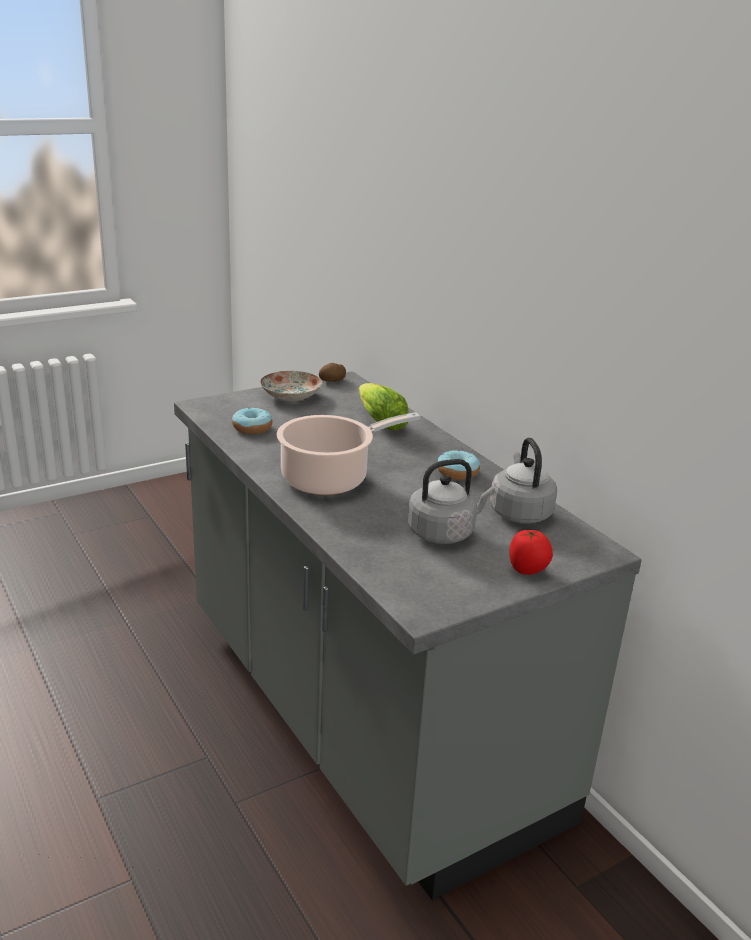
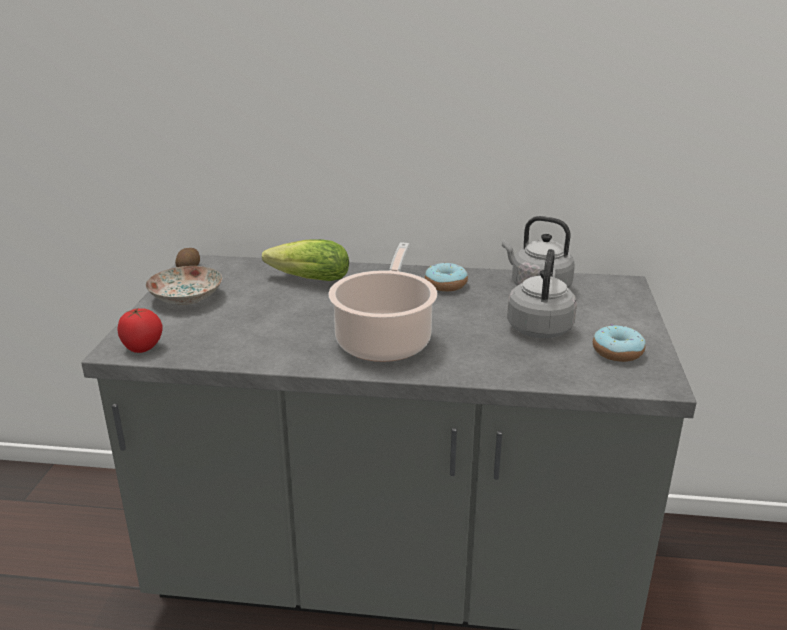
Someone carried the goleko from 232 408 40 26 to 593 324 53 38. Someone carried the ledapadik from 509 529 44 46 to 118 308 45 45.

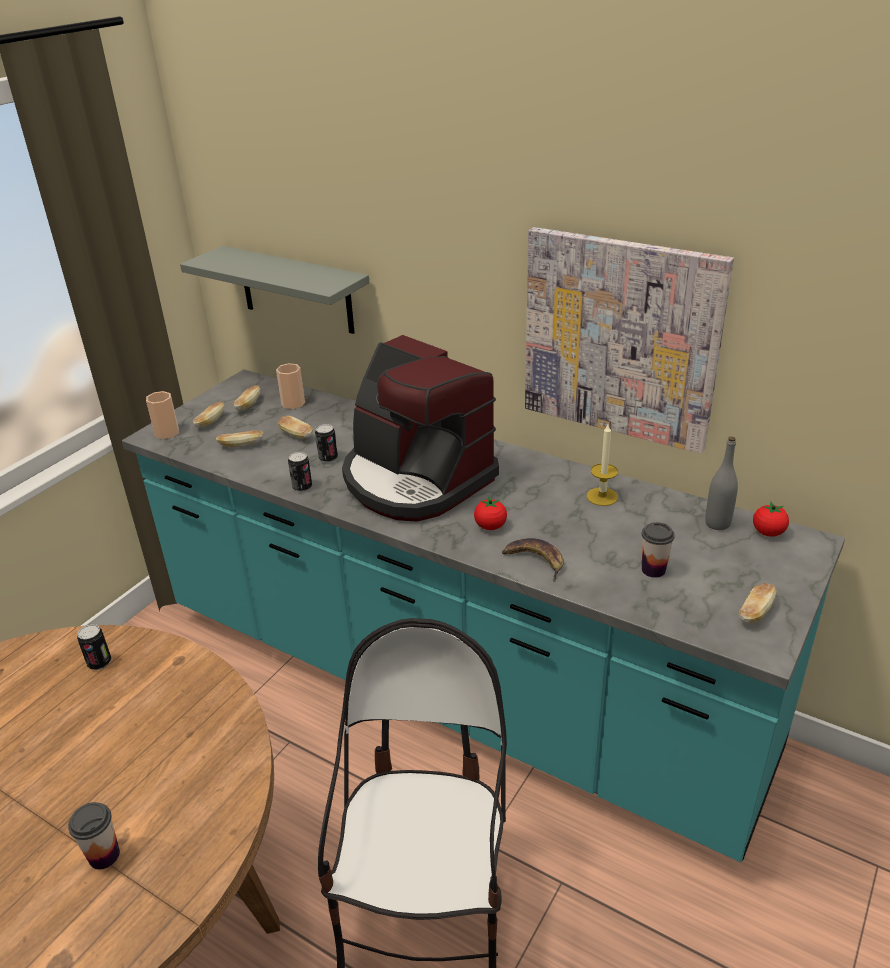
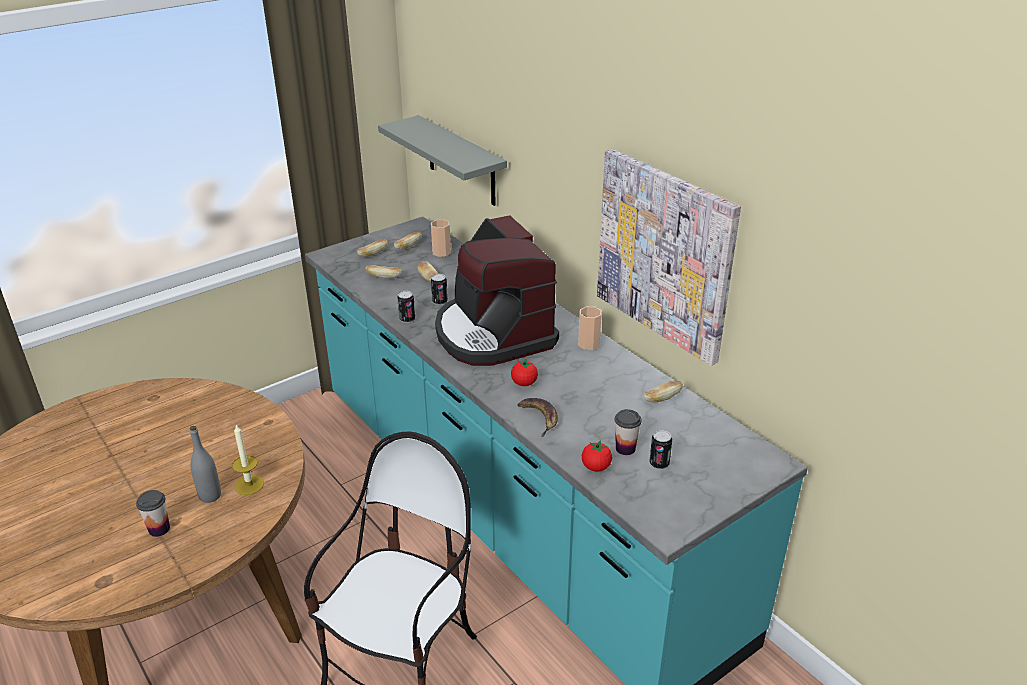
Someone carried the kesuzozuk from 77 624 34 46 to 649 430 23 39. Someone carried the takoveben from 146 391 33 48 to 578 306 24 44. Someone carried the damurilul from 587 424 31 82 to 232 425 32 70. Someone carried the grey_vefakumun from 705 436 33 94 to 190 426 31 77. Someone carried the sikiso from 739 583 37 40 to 643 381 40 22. Someone carried the ledapadik from 753 502 36 35 to 582 440 30 32.

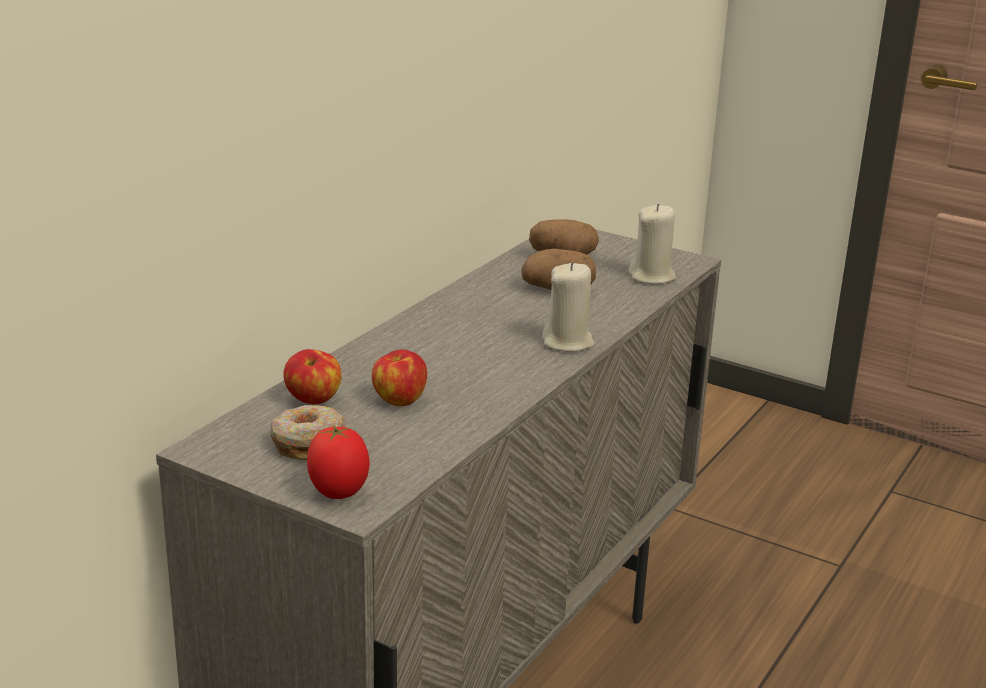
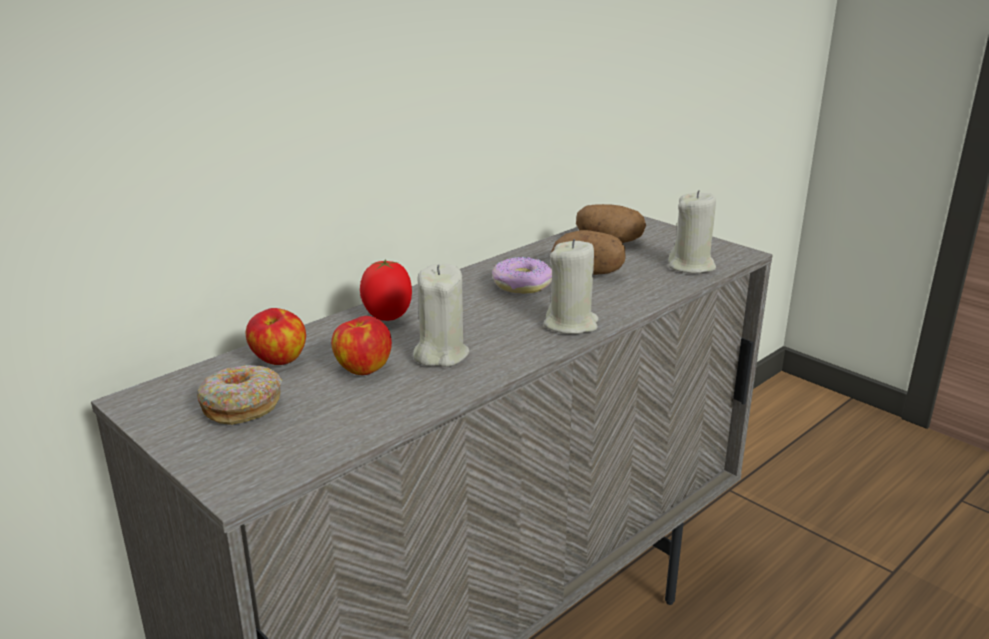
Someone carried the ledapadik from 307 425 63 74 to 360 259 52 62. Someone put down the beige_damurilul at 413 264 56 103. Someone put down the goleko at 492 257 60 37.

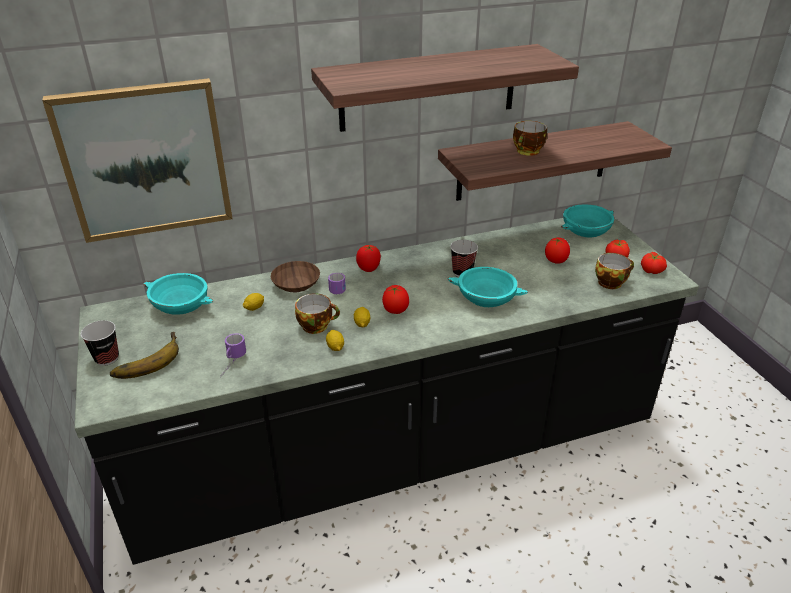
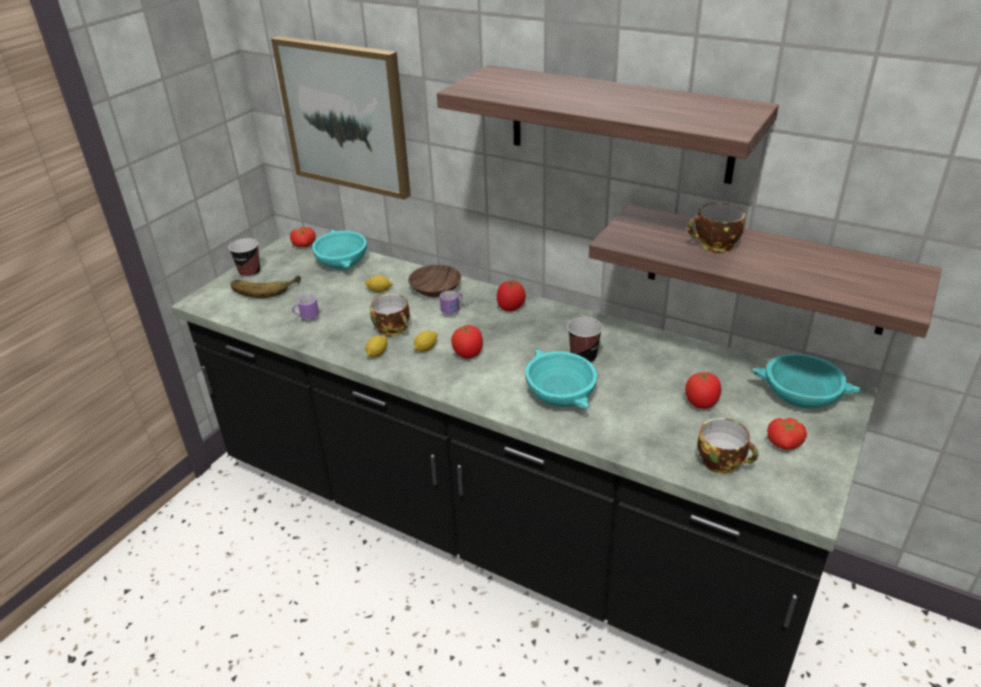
Someone carried the ledapadik from 641 252 26 22 to 290 227 26 20.

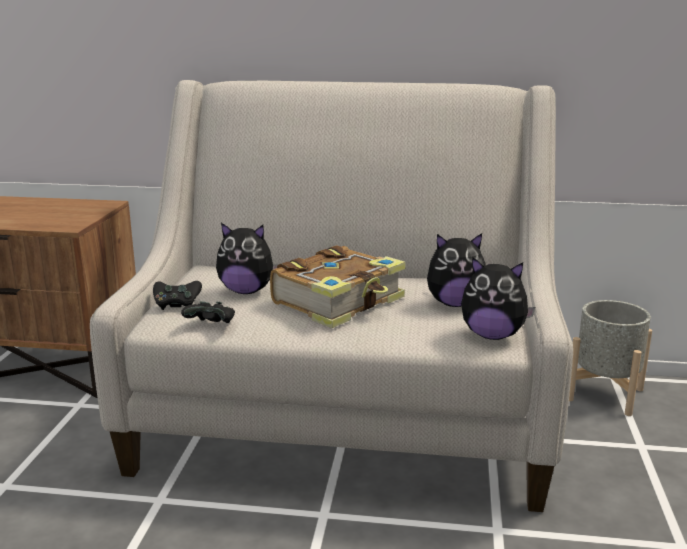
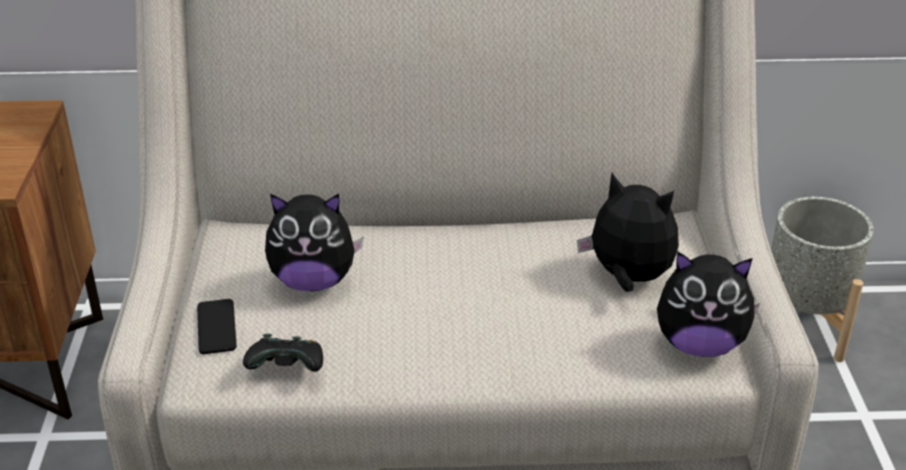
Someone swapped the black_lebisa at 153 281 49 29 for the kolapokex at 197 299 40 55. Someone took away the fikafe at 270 245 136 83. Someone rotated the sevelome at 427 233 59 74 by 135 degrees counterclockwise.

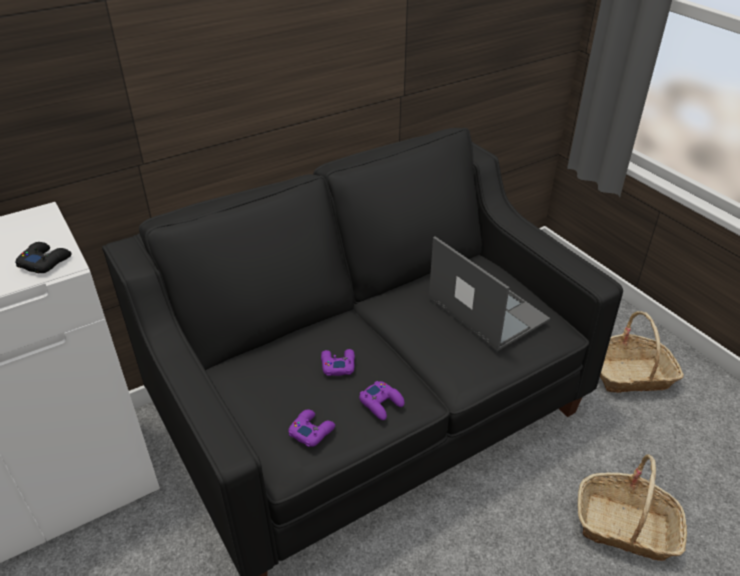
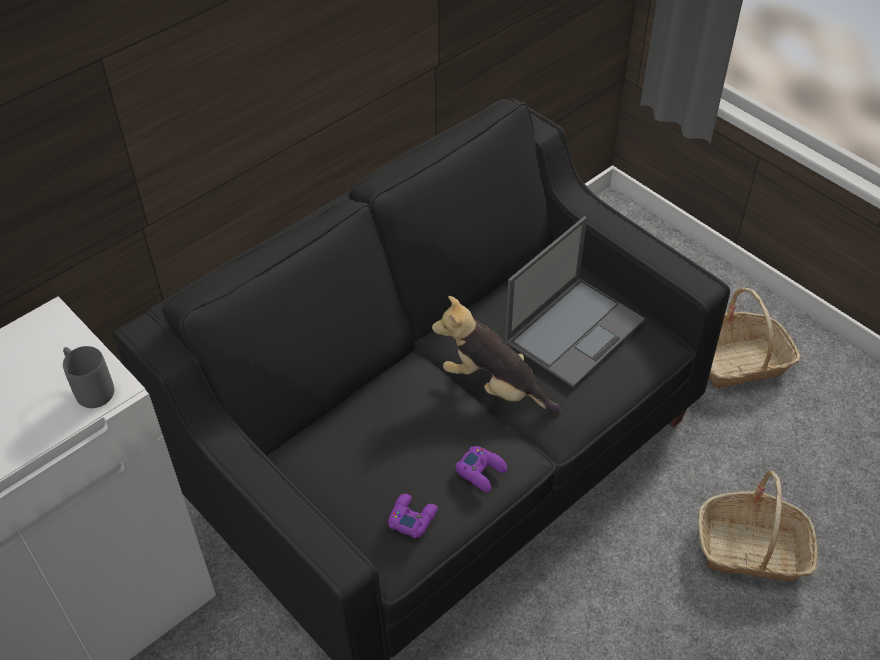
Someone swapped the black_lebisa at 15 242 57 32 for the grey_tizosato at 63 346 51 62. Someone took away the purple_lebisa at 321 349 34 27. Someone rotated the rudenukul at 429 236 121 115 by 90 degrees clockwise. Someone put down the sevelome at 432 296 130 117.

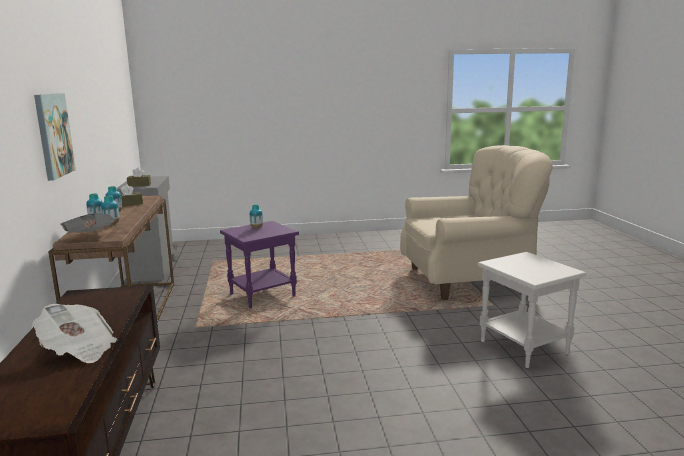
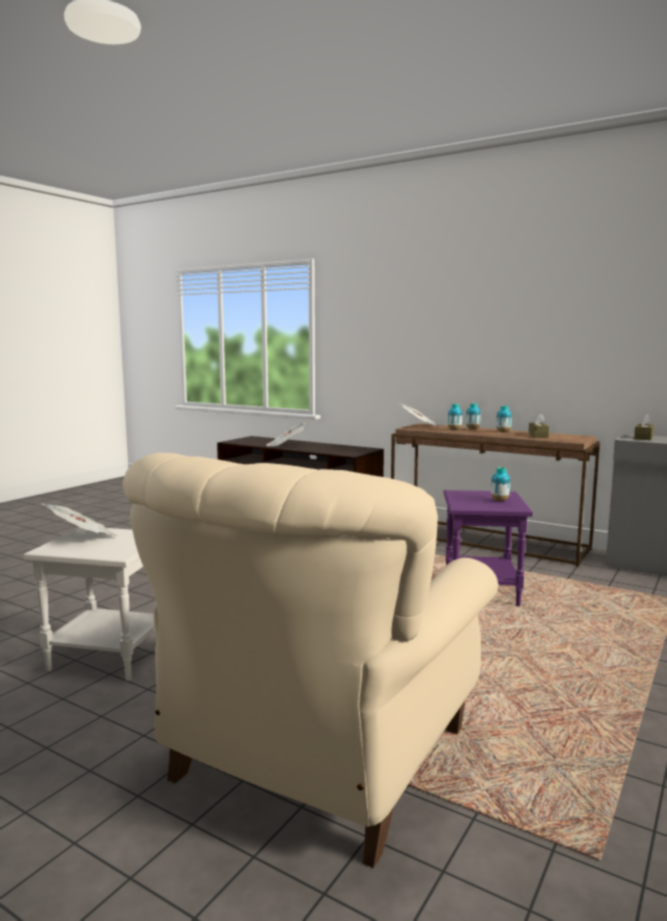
Someone took away the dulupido at 34 93 42 88. Someone put down the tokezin at 42 504 76 32.

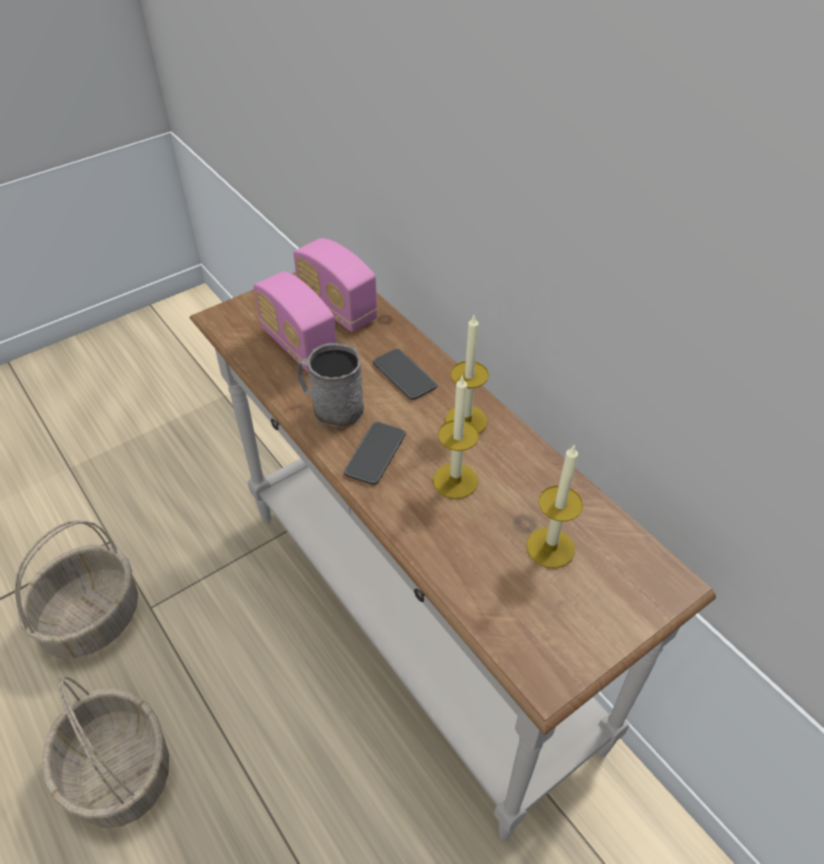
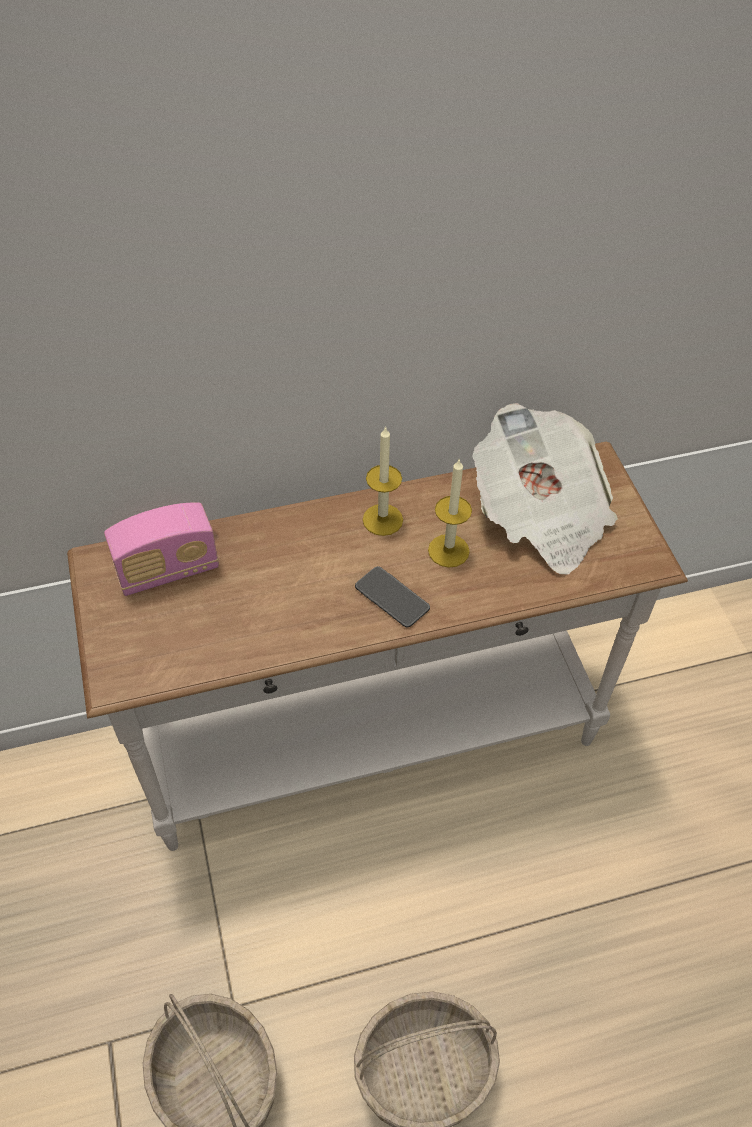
Someone took away the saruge at 253 271 83 102. Someone took away the grey_tizosato at 297 343 67 85. Someone took away the kolapokex at 373 348 64 52. Someone swapped the damurilul at 526 444 57 124 for the tokezin at 473 403 145 172.

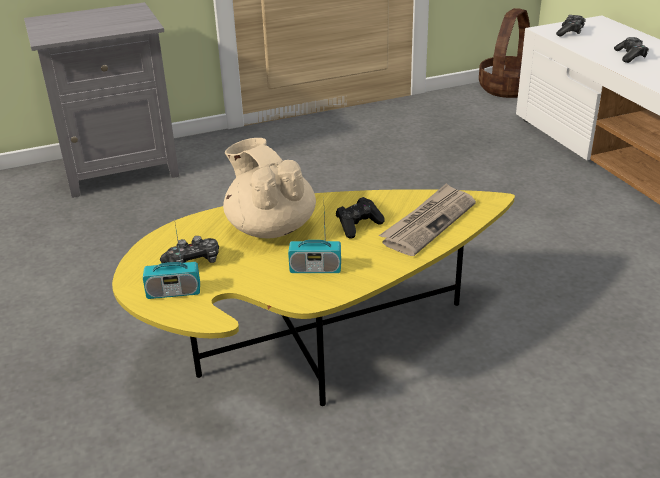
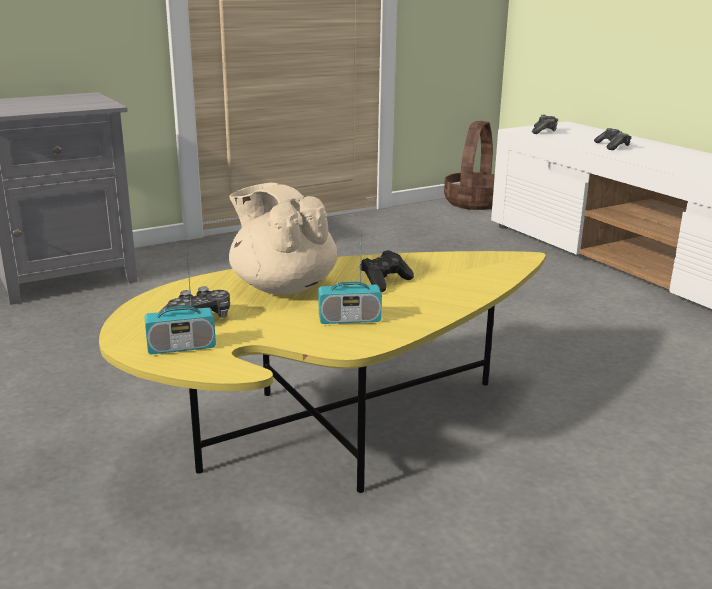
Someone took away the tokezin at 379 183 97 73.

